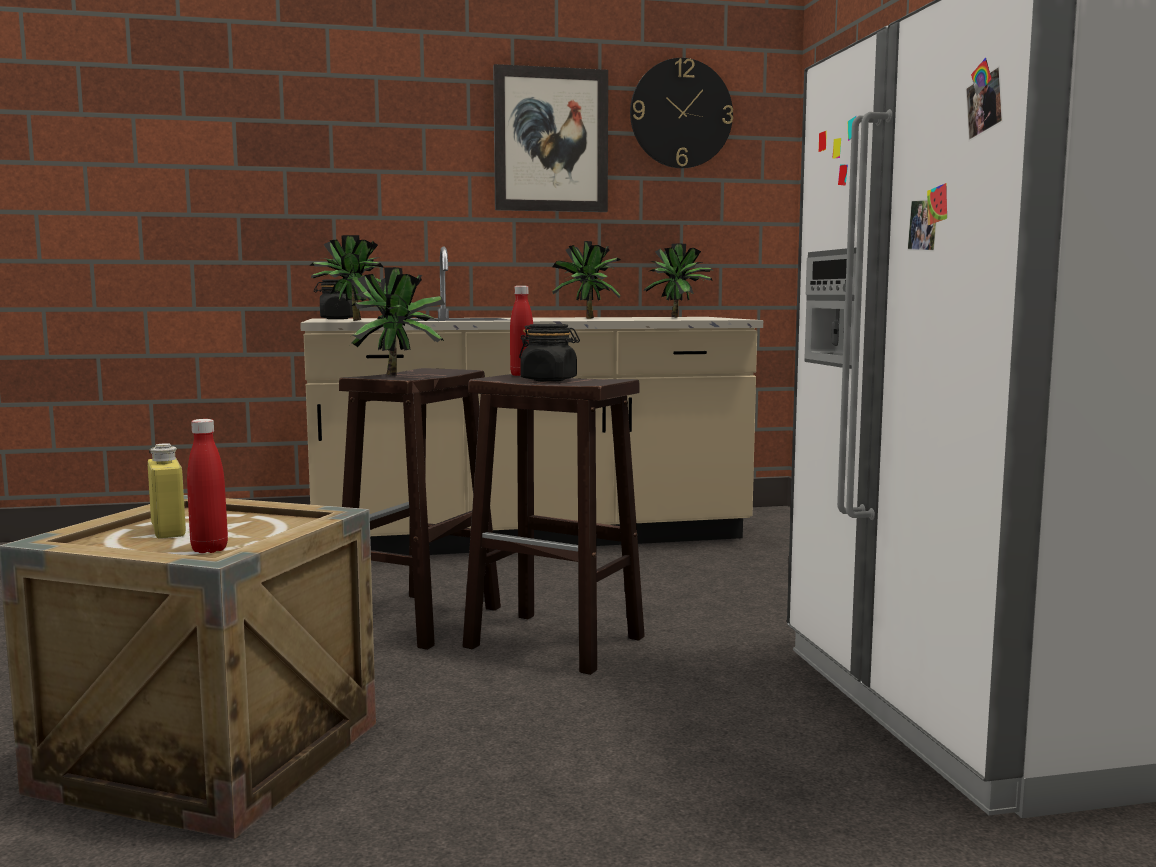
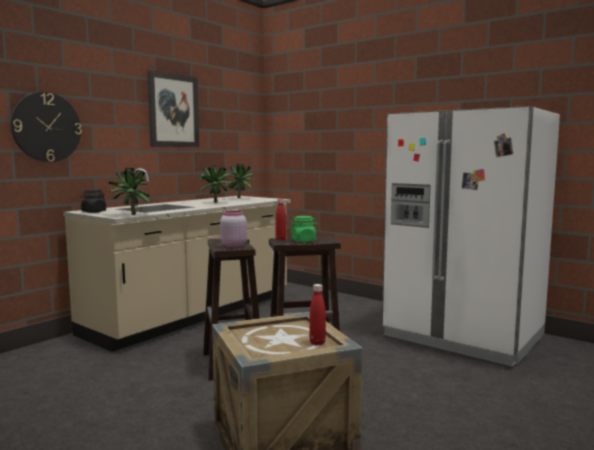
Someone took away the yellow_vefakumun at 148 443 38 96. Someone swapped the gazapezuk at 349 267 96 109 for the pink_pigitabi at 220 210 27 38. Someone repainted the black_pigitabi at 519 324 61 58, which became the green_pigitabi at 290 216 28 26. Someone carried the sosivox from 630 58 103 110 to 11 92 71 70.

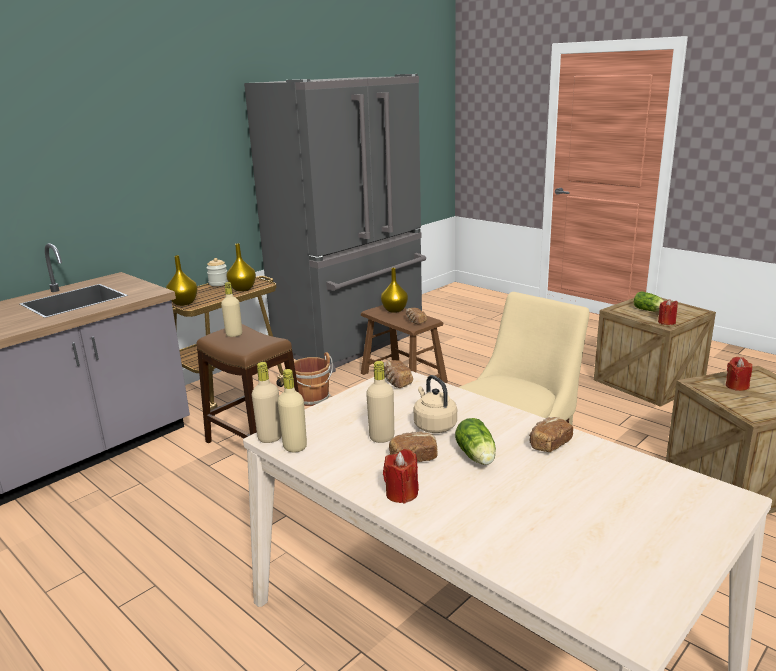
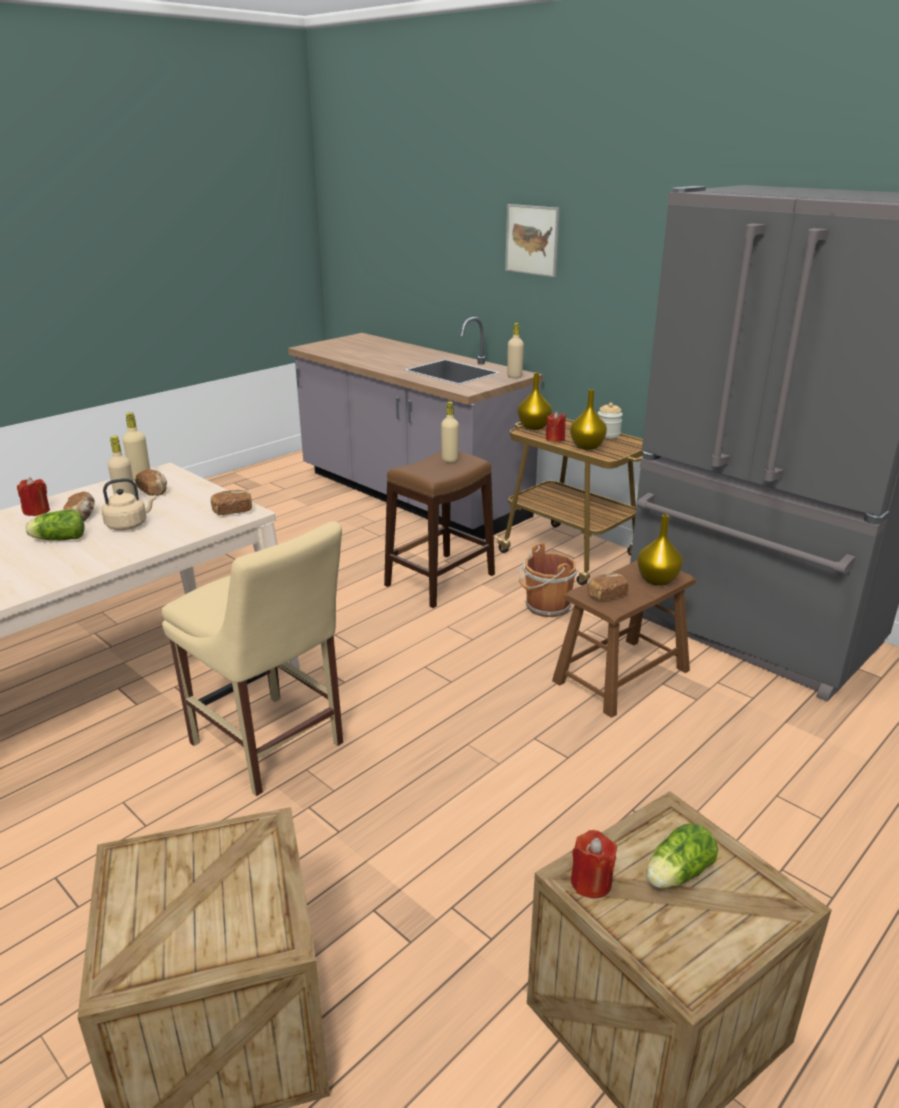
Someone carried the beige_vefakumun from 252 362 30 81 to 507 323 17 55. Someone carried the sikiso from 529 417 44 35 to 135 469 32 27. Someone carried the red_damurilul from 726 357 26 34 to 546 411 20 31. Someone put up the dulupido at 505 204 55 73.

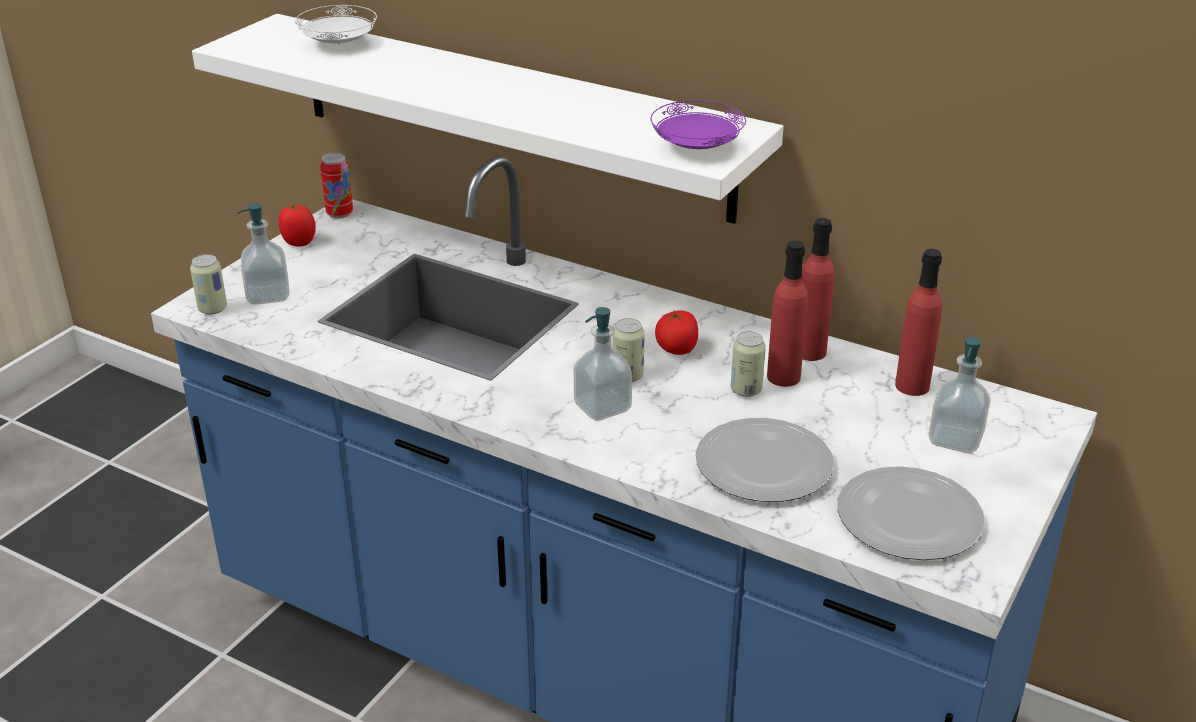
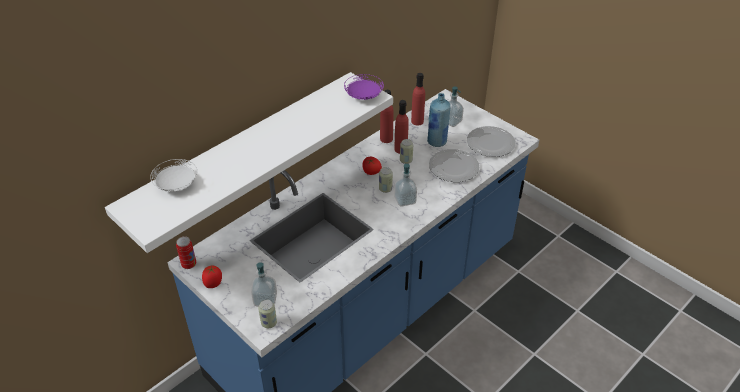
Someone put down the blue_vefakumun at 427 93 24 54.

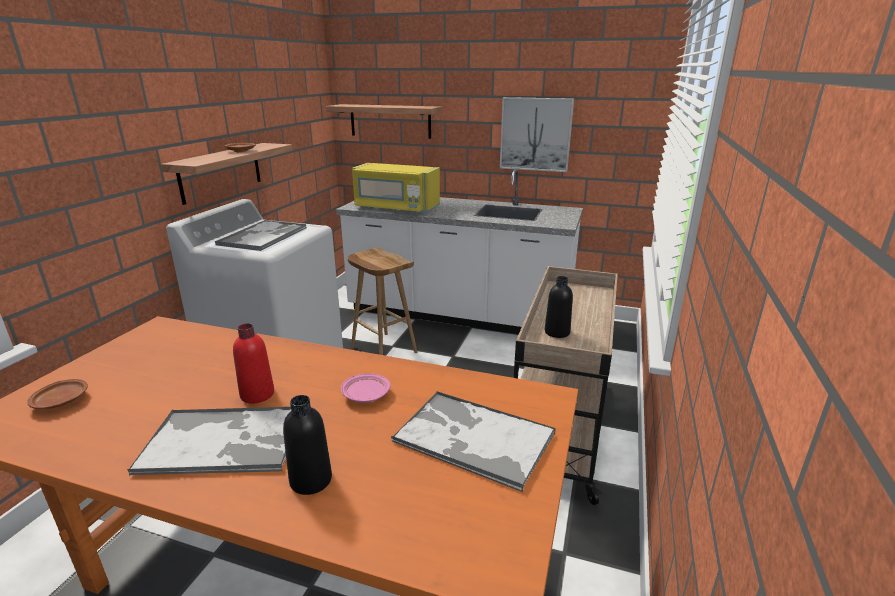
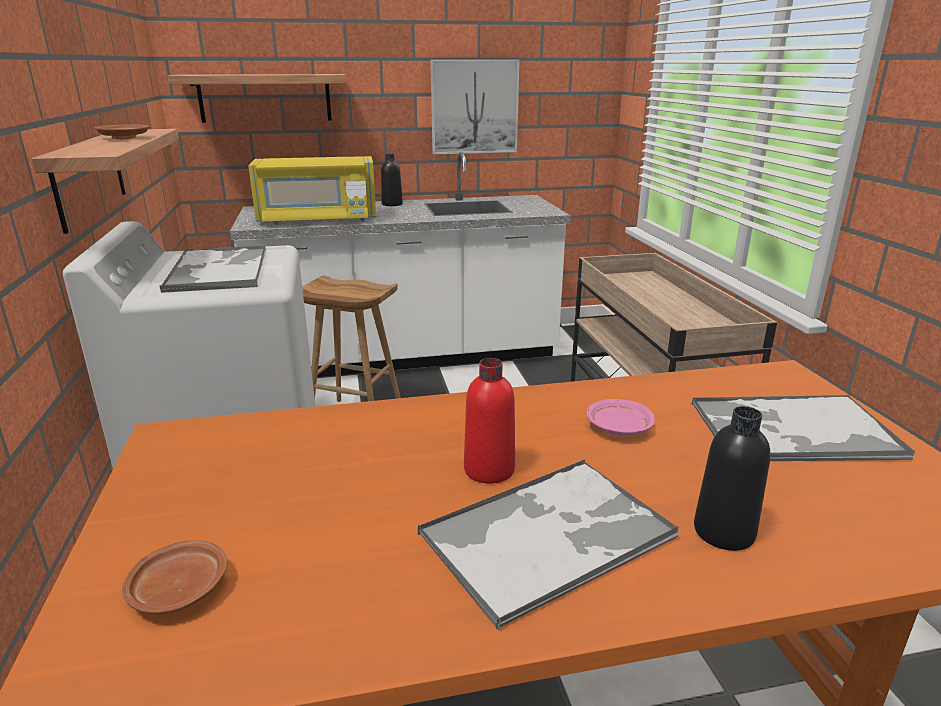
Someone carried the black_vefakumun from 545 276 28 62 to 381 154 22 52.

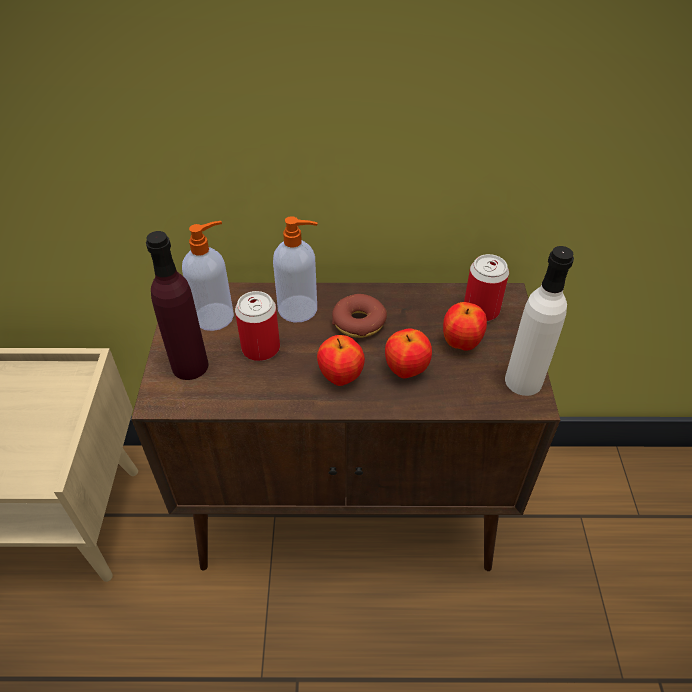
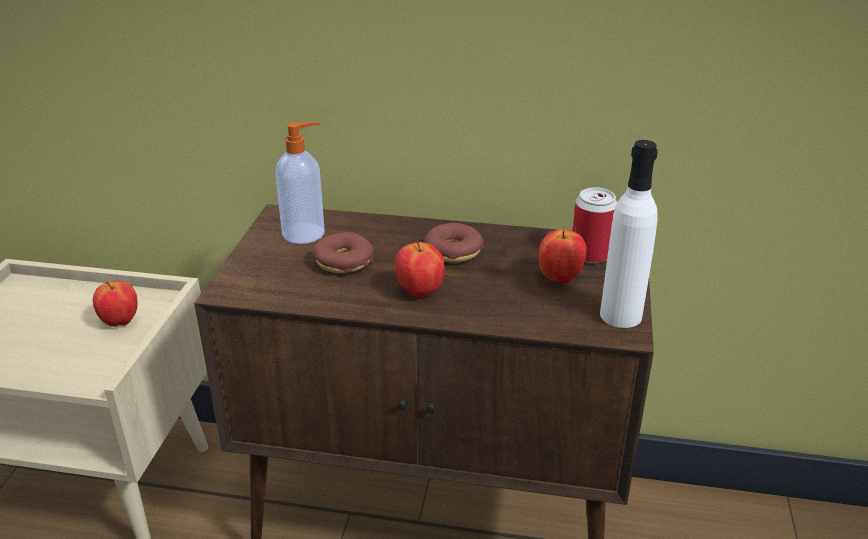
Someone took away the purple_vefakumun at 146 231 63 149. Someone swapped the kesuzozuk at 235 291 45 70 for the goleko at 313 232 61 41. Someone took away the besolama at 273 216 45 106. Someone carried the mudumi from 385 329 47 49 to 93 281 45 46.

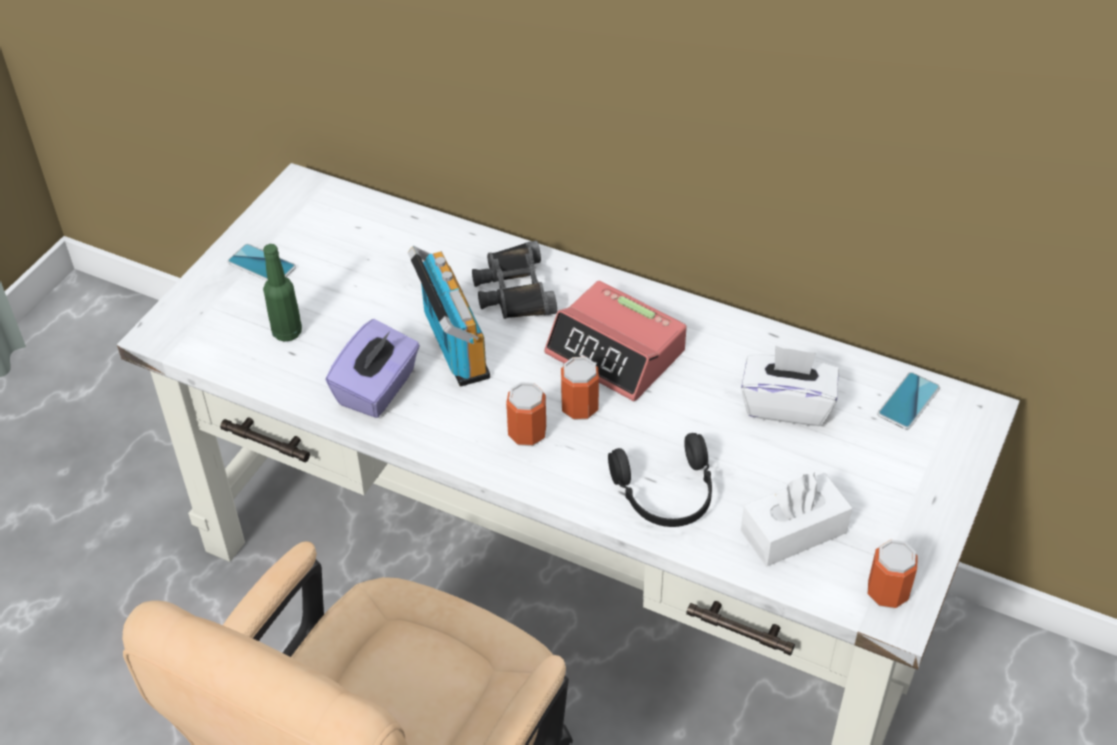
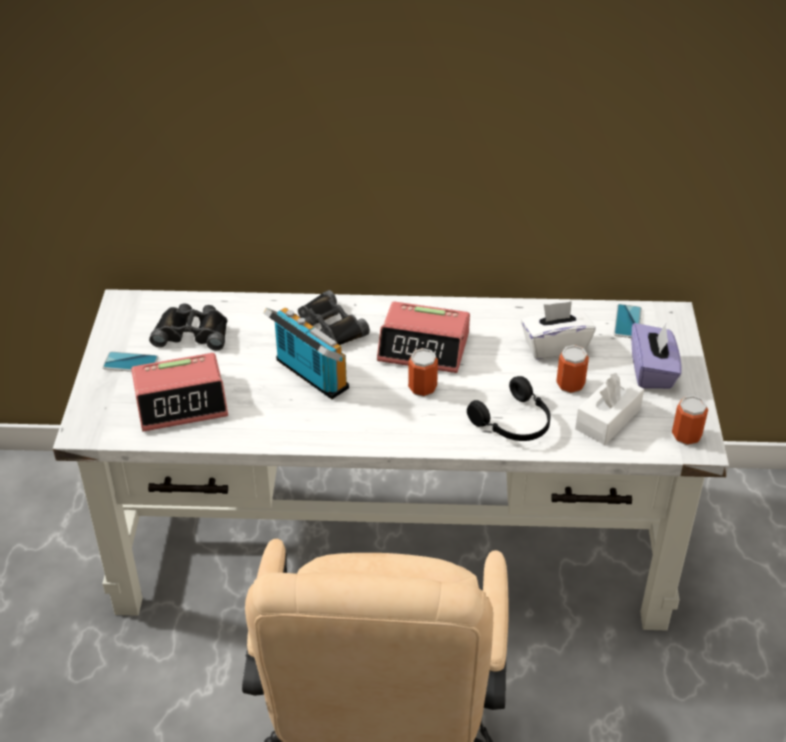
Someone swapped the green_vefakumun at 263 244 39 98 for the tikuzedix at 131 353 97 79. Someone carried the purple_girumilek from 326 319 94 99 to 631 323 50 66. Someone carried the kesuzozuk from 506 382 40 64 to 556 345 33 48. Someone put down the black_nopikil at 149 303 78 48.

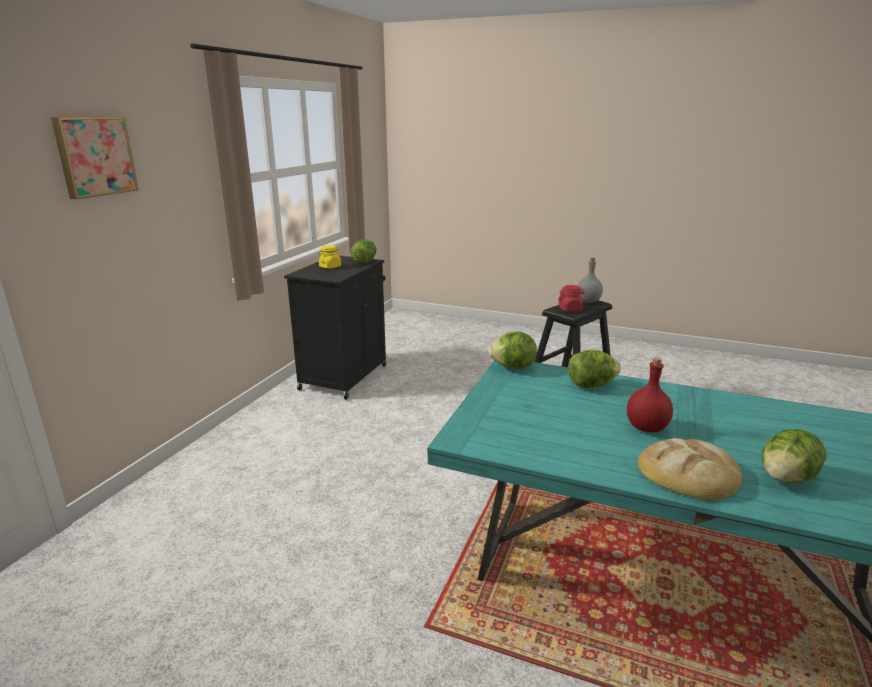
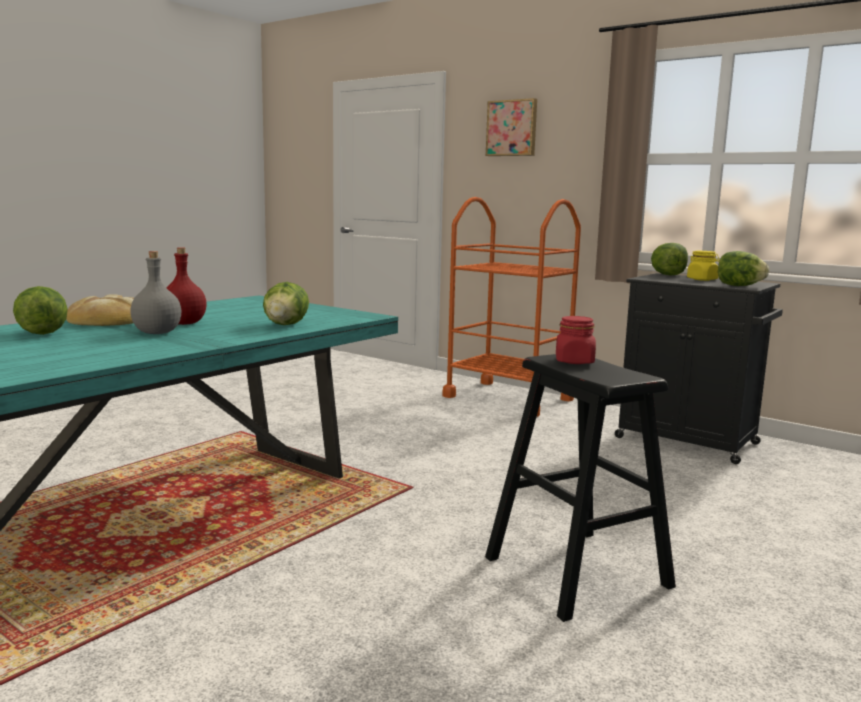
Someone carried the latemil from 488 332 49 38 to 651 243 37 33. Someone carried the grey_vefakumun from 577 257 26 46 to 130 251 51 83. Someone put down the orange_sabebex at 442 197 139 220.

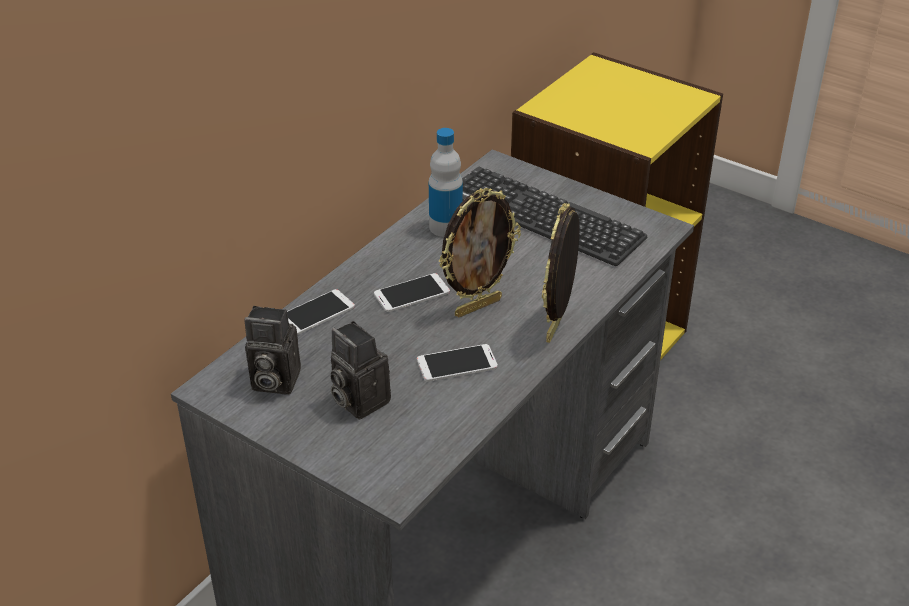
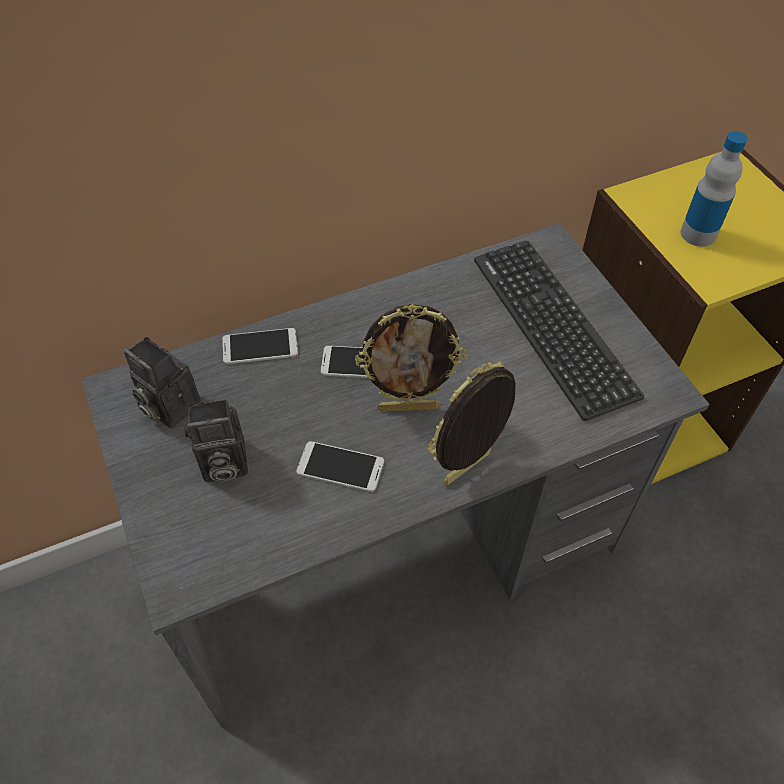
Someone rotated the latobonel at 330 321 61 98 by 90 degrees counterclockwise. Someone carried the vefakumun from 429 128 34 109 to 681 131 66 116.

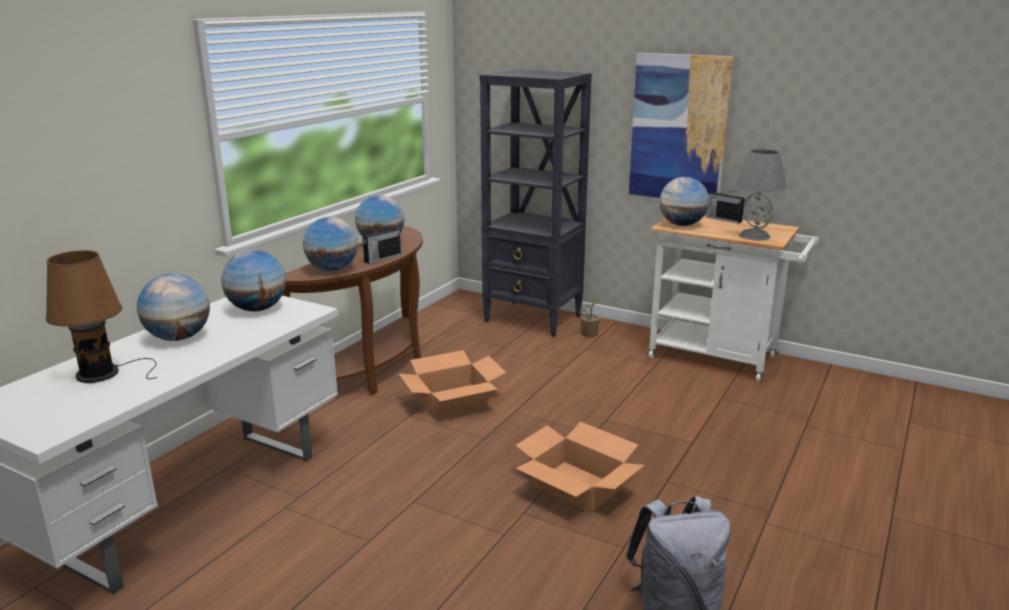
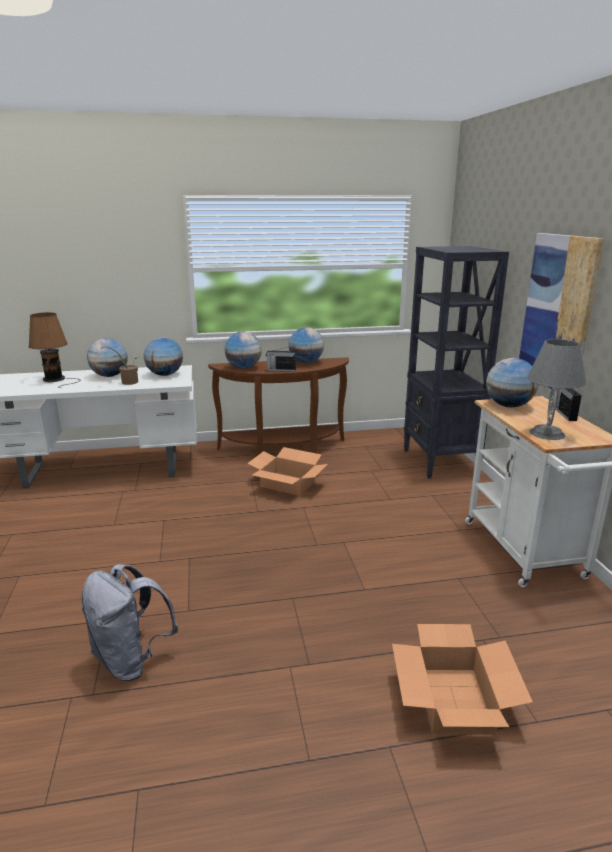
Someone carried the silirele from 515 422 130 91 to 392 624 141 111. Someone carried the gazapezuk from 580 301 20 36 to 101 347 37 38.

